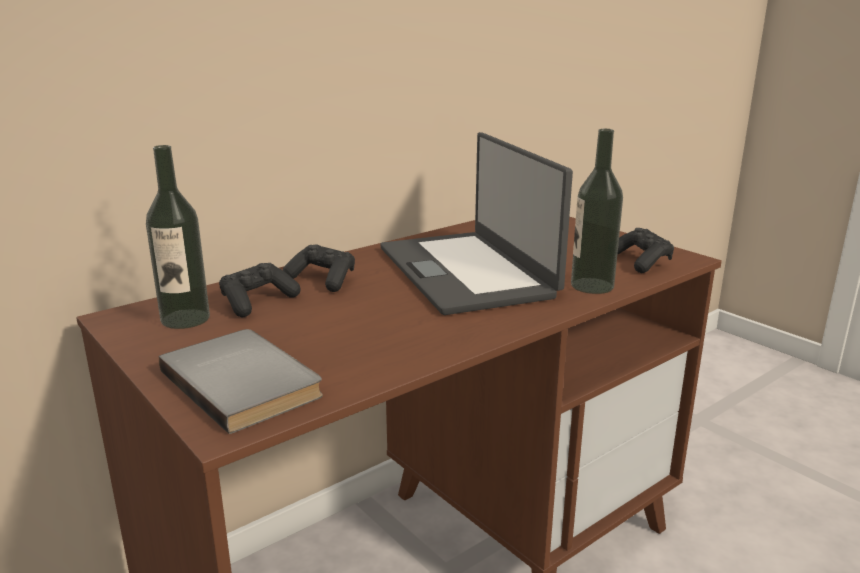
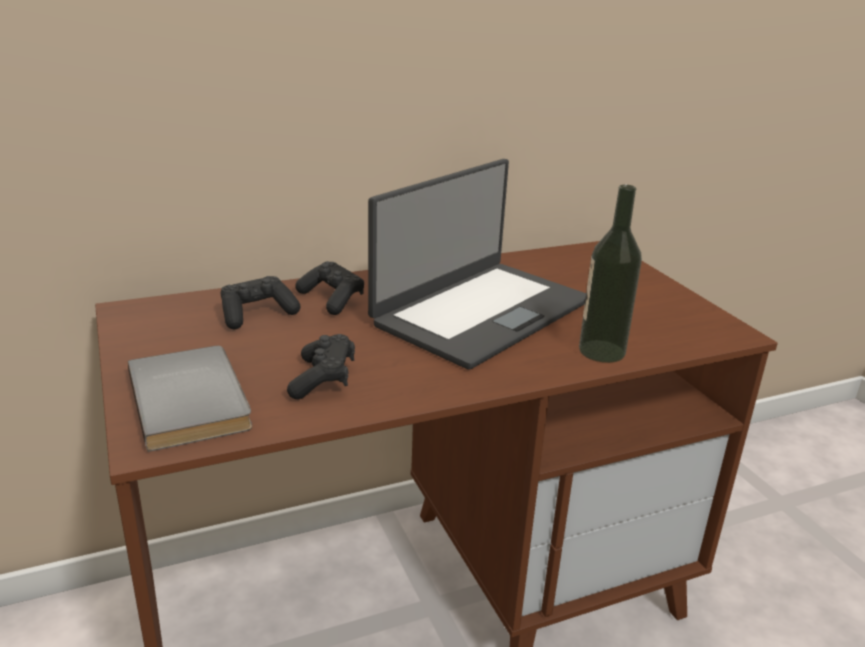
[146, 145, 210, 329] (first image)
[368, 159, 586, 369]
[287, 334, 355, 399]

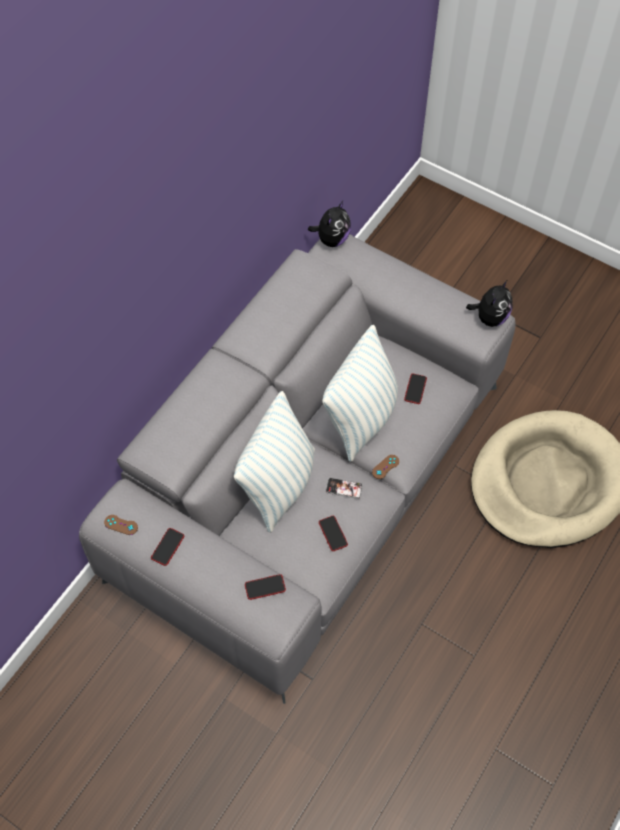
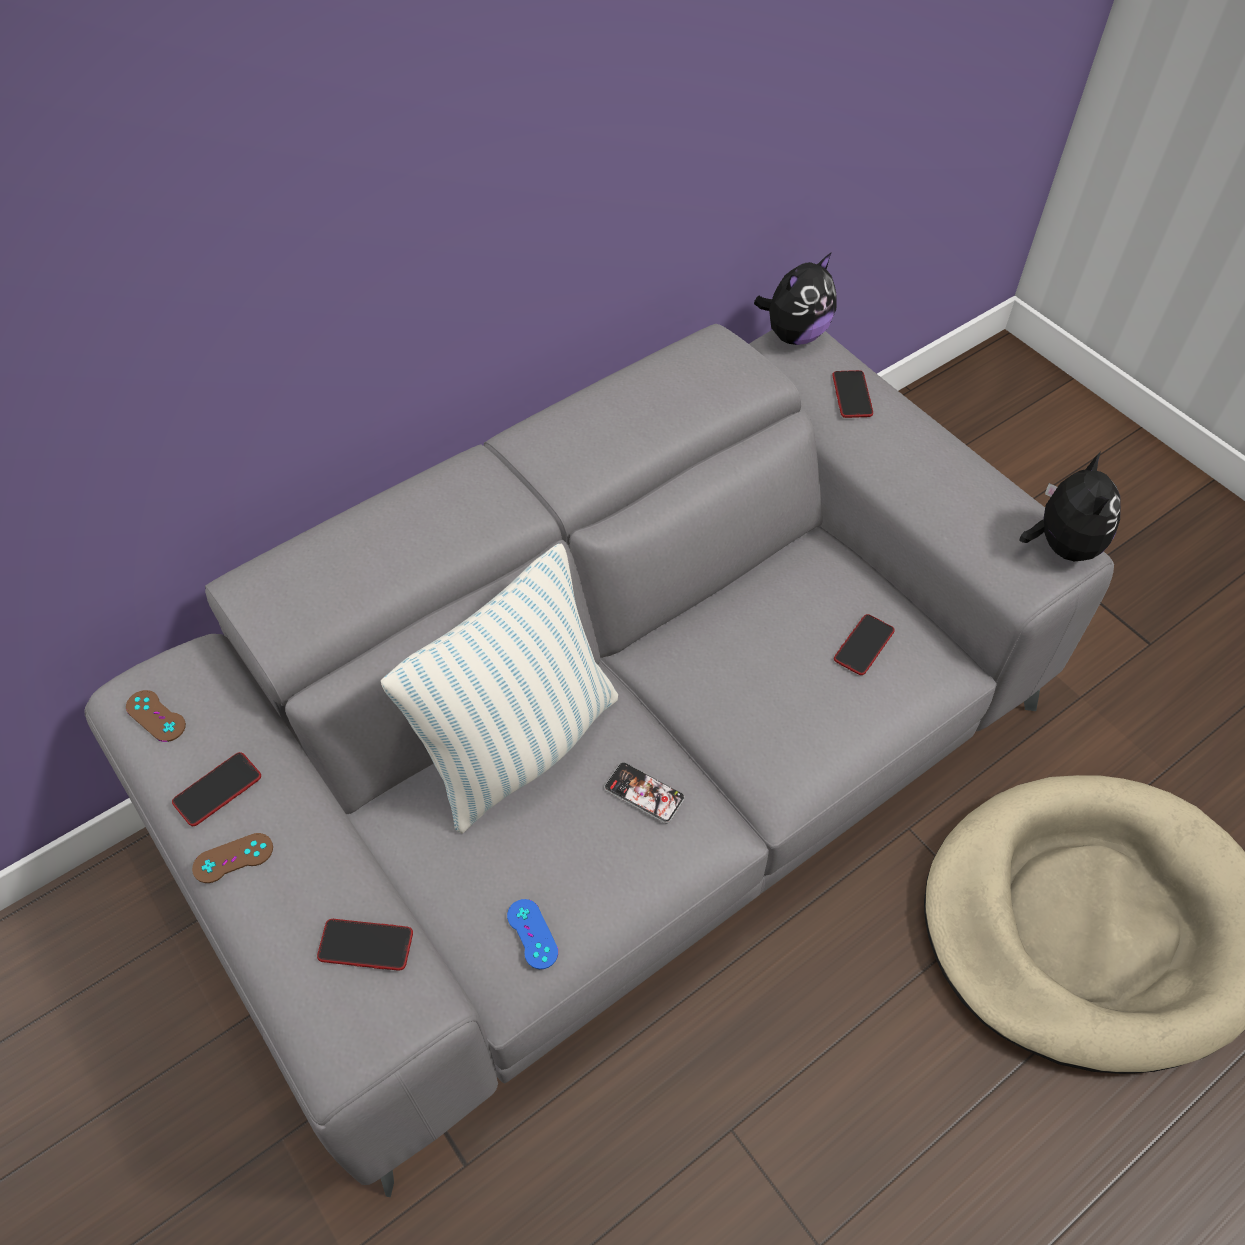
[832, 370, 873, 418]
[322, 325, 398, 462] (first image)
[192, 833, 273, 883]
[1019, 452, 1121, 562]
[507, 899, 558, 969]

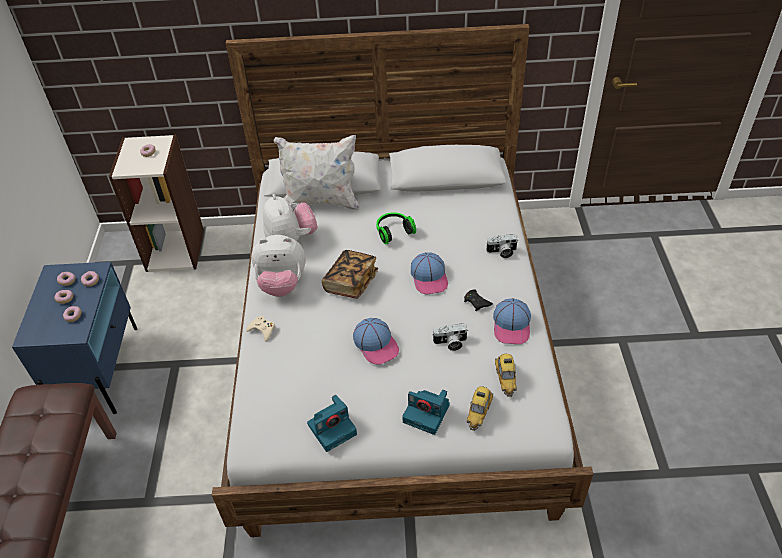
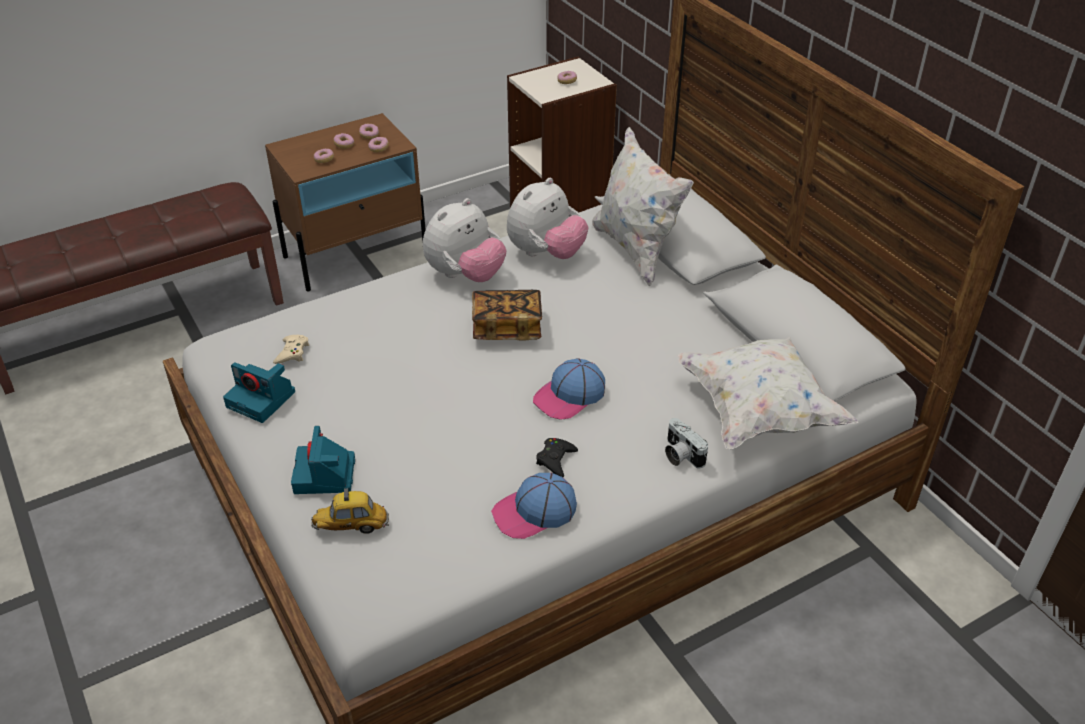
[265, 113, 426, 291]
[273, 335, 309, 364]
[423, 198, 506, 282]
[353, 318, 399, 364] (first image)
[376, 212, 416, 245] (first image)
[432, 323, 467, 351] (first image)
[495, 354, 517, 397] (first image)
[678, 337, 858, 449]

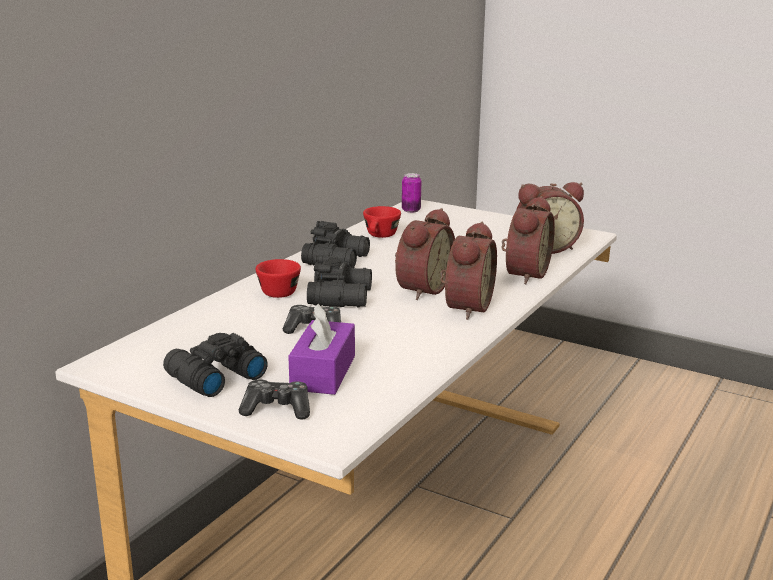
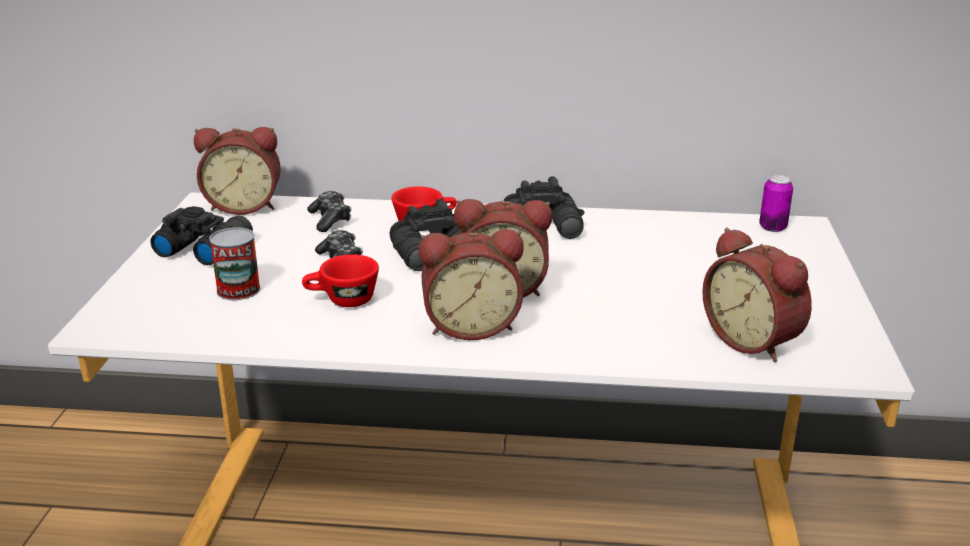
[307, 191, 351, 232]
[209, 227, 260, 300]
[302, 254, 379, 307]
[194, 127, 281, 215]

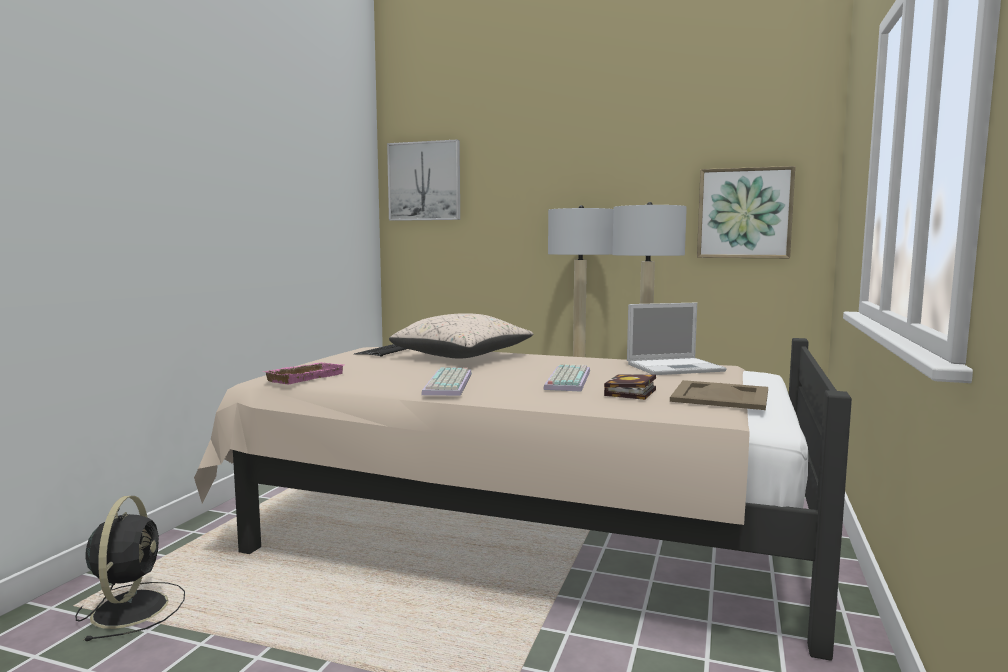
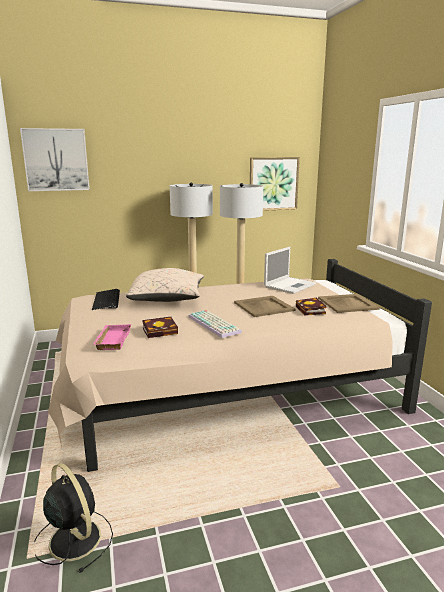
[234, 296, 295, 317]
[142, 317, 178, 338]

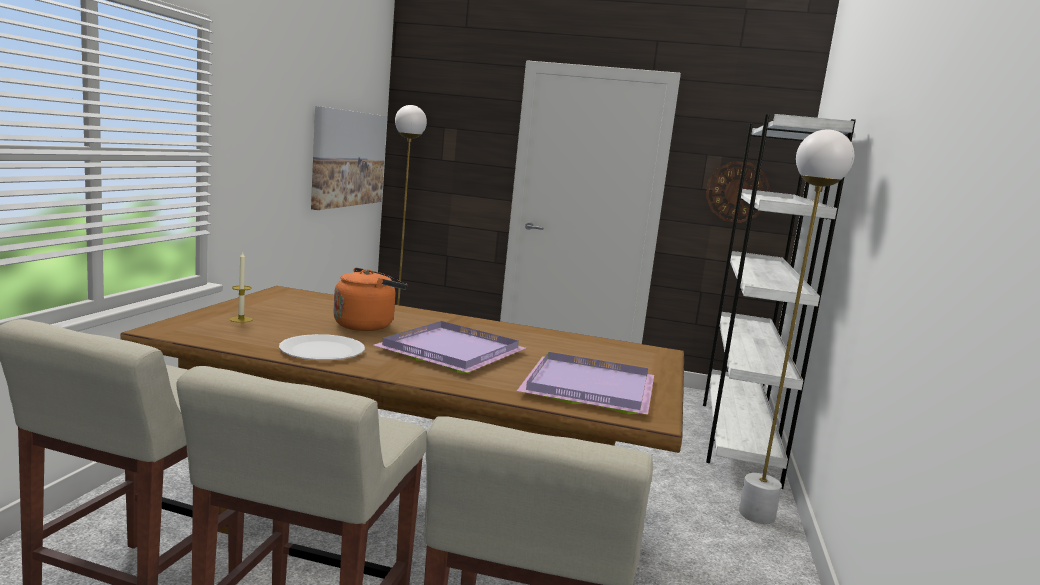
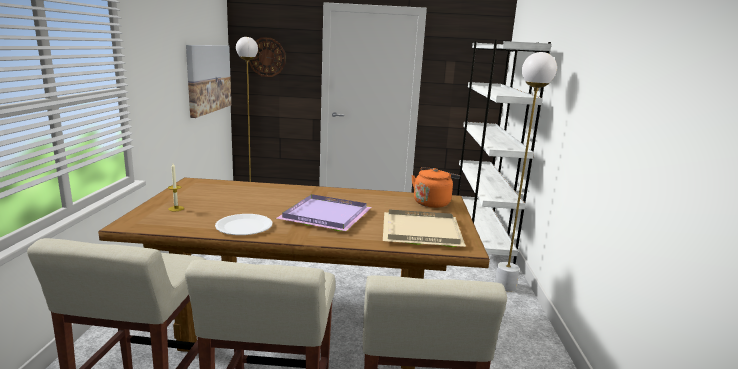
[411, 167, 460, 208]
[383, 209, 466, 247]
[249, 37, 286, 77]

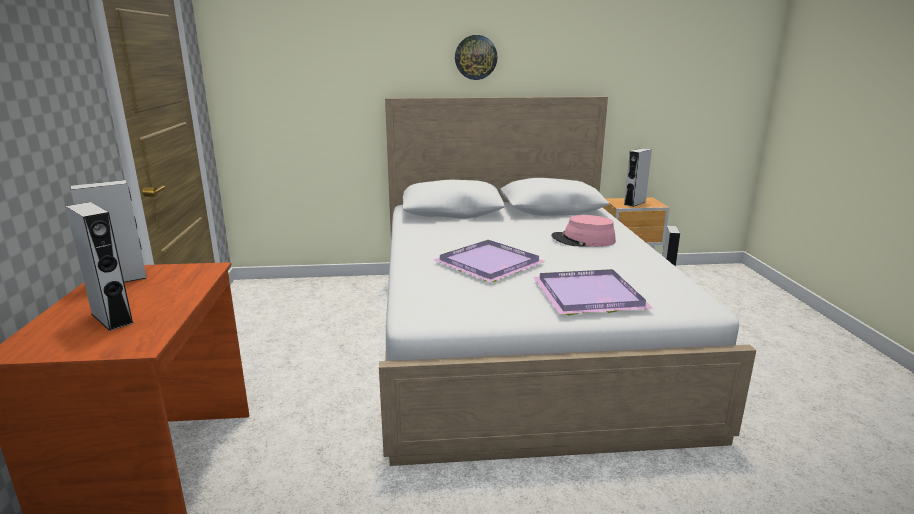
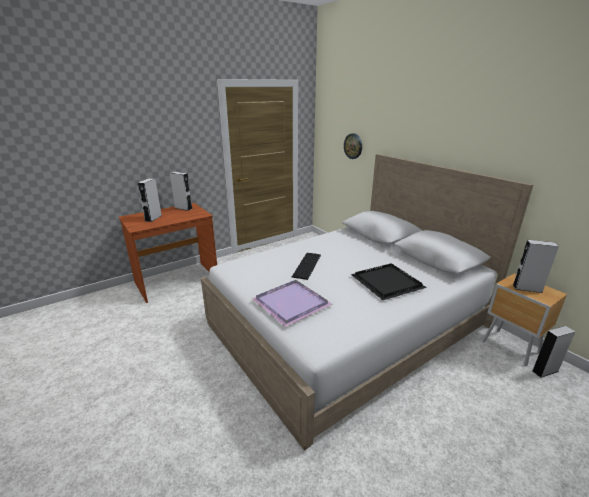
[292, 253, 321, 280]
[344, 133, 362, 159]
[351, 263, 427, 300]

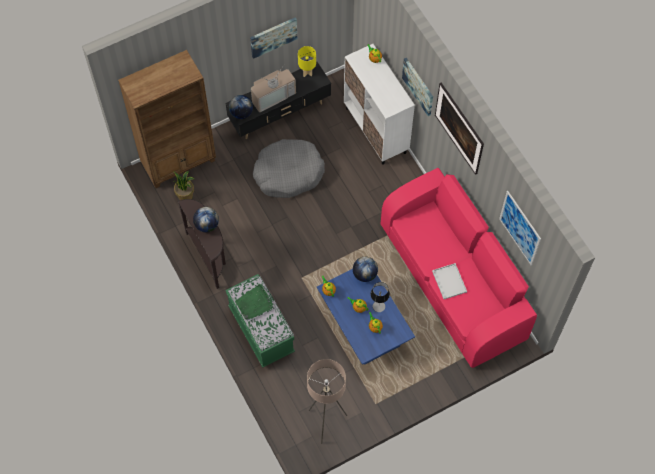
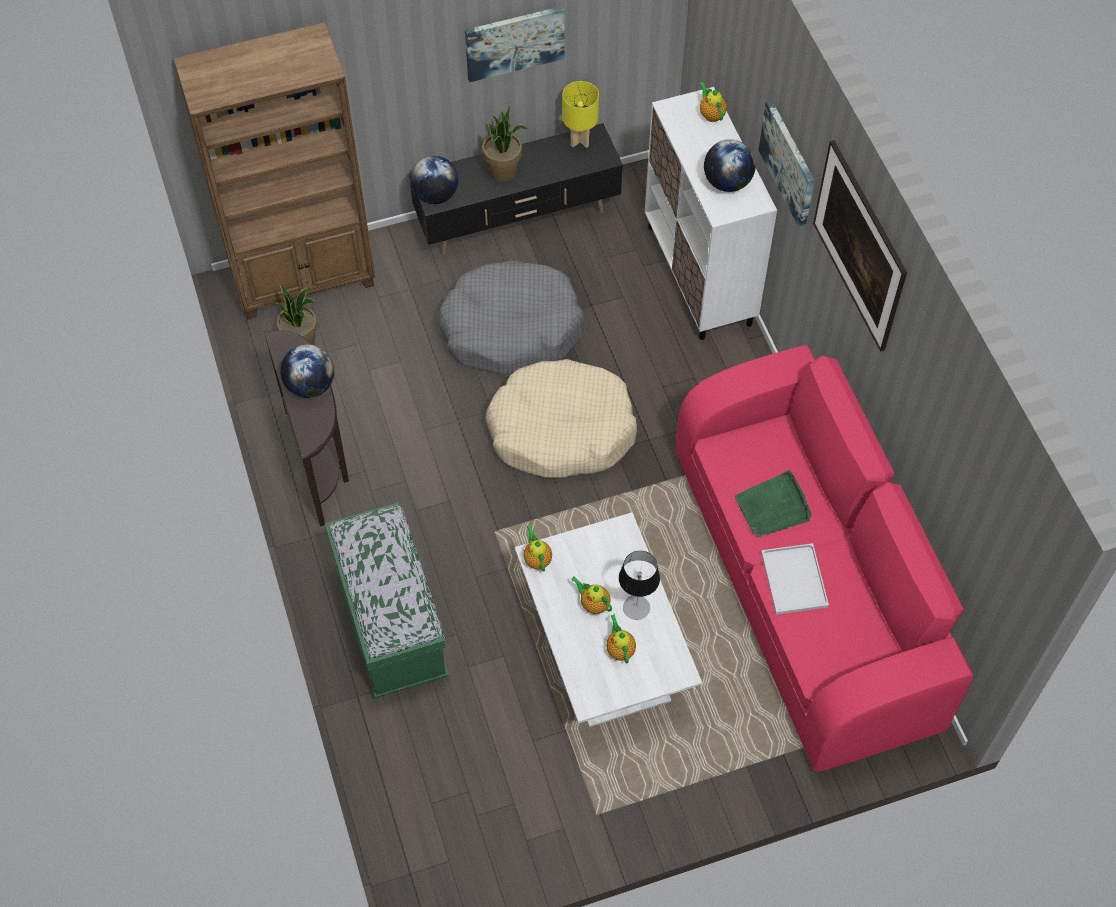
[735, 470, 812, 536]
[482, 105, 528, 182]
[307, 359, 347, 444] (first image)
[515, 512, 702, 727]
[704, 139, 756, 192]
[499, 191, 541, 266] (first image)
[486, 359, 637, 478]

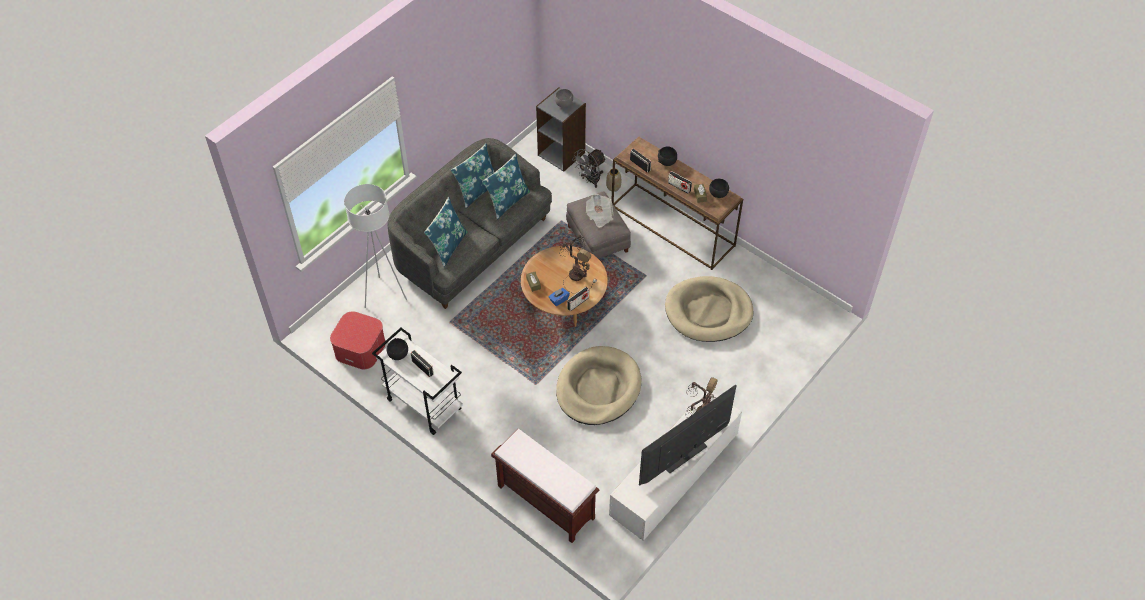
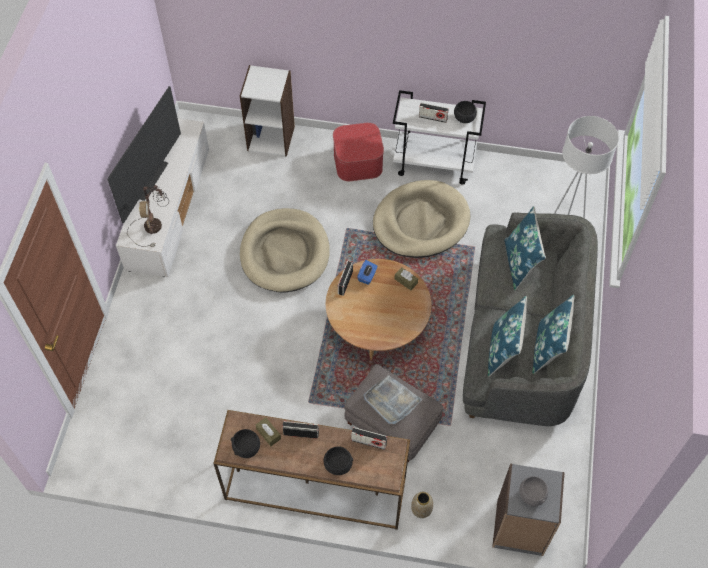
[333, 123, 384, 181]
[240, 65, 295, 157]
[559, 235, 597, 293] (first image)
[572, 149, 606, 188] (first image)
[364, 375, 423, 424]
[373, 180, 470, 258]

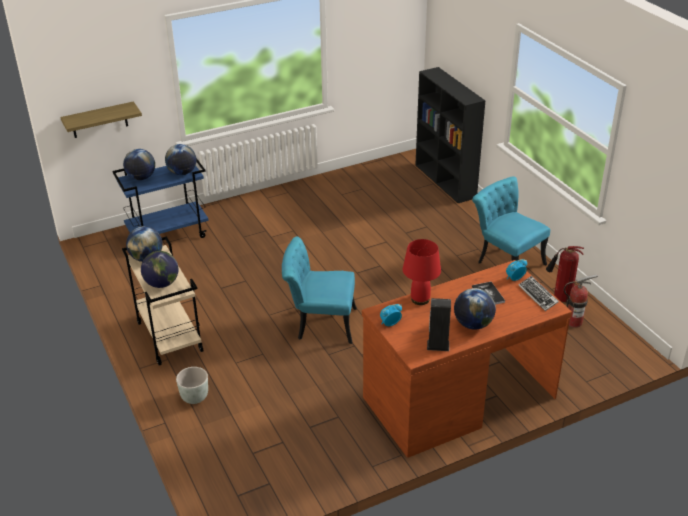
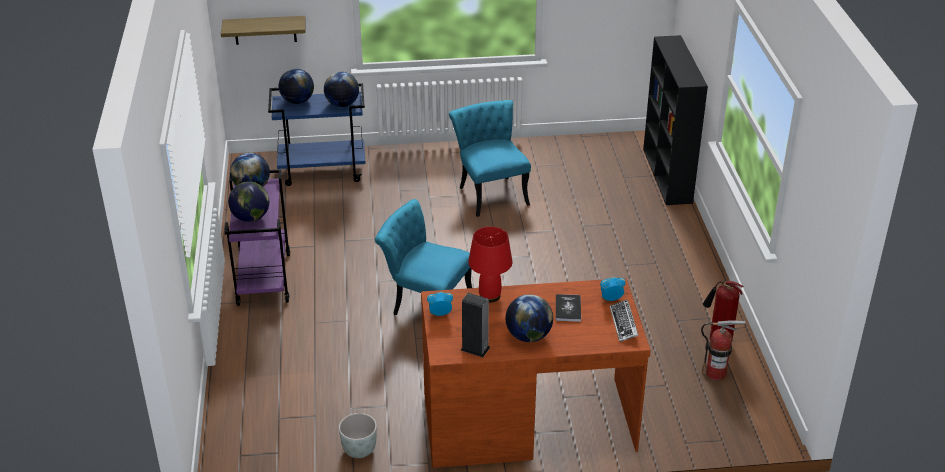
[224, 169, 290, 306]
[339, 413, 377, 458]
[449, 100, 531, 217]

